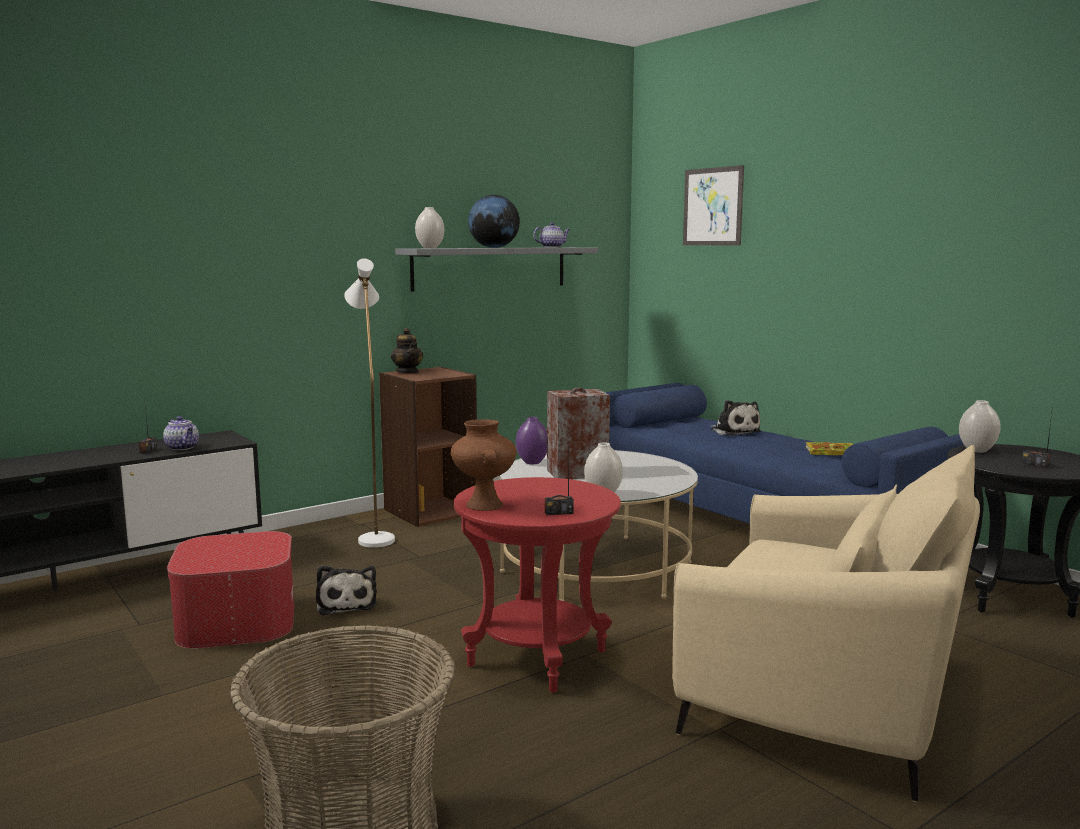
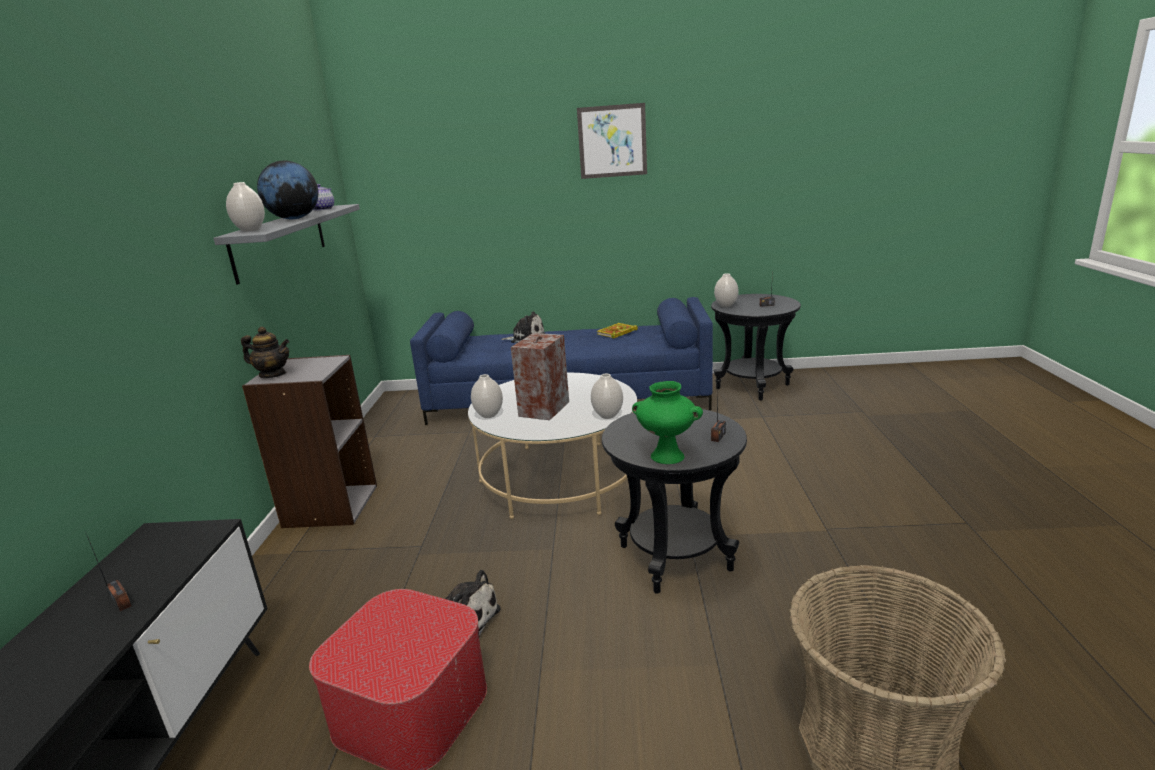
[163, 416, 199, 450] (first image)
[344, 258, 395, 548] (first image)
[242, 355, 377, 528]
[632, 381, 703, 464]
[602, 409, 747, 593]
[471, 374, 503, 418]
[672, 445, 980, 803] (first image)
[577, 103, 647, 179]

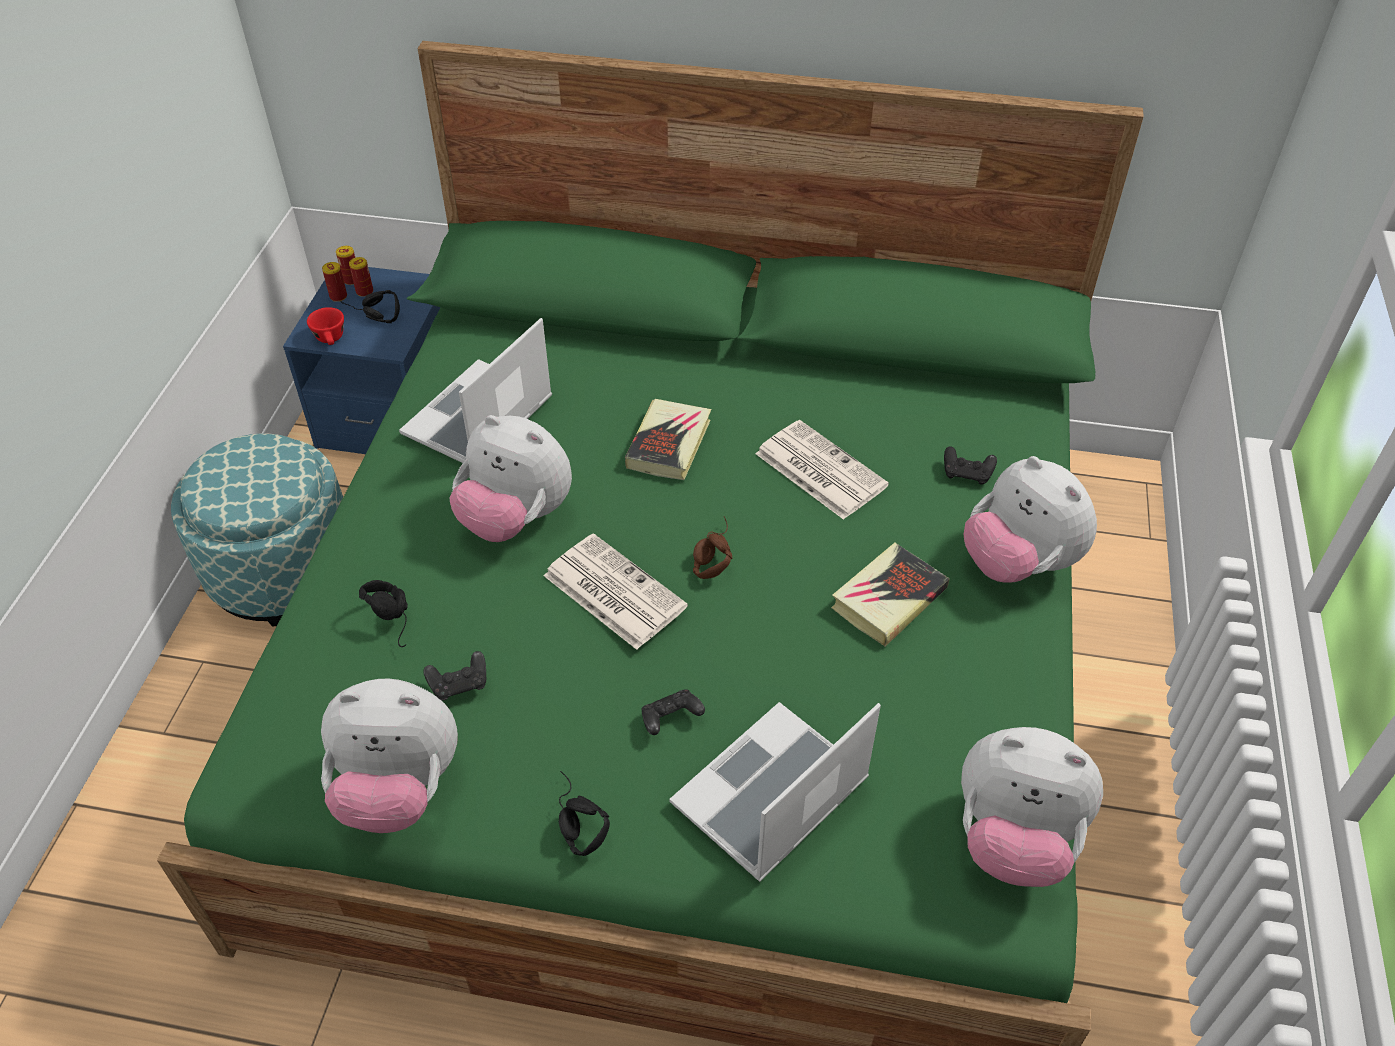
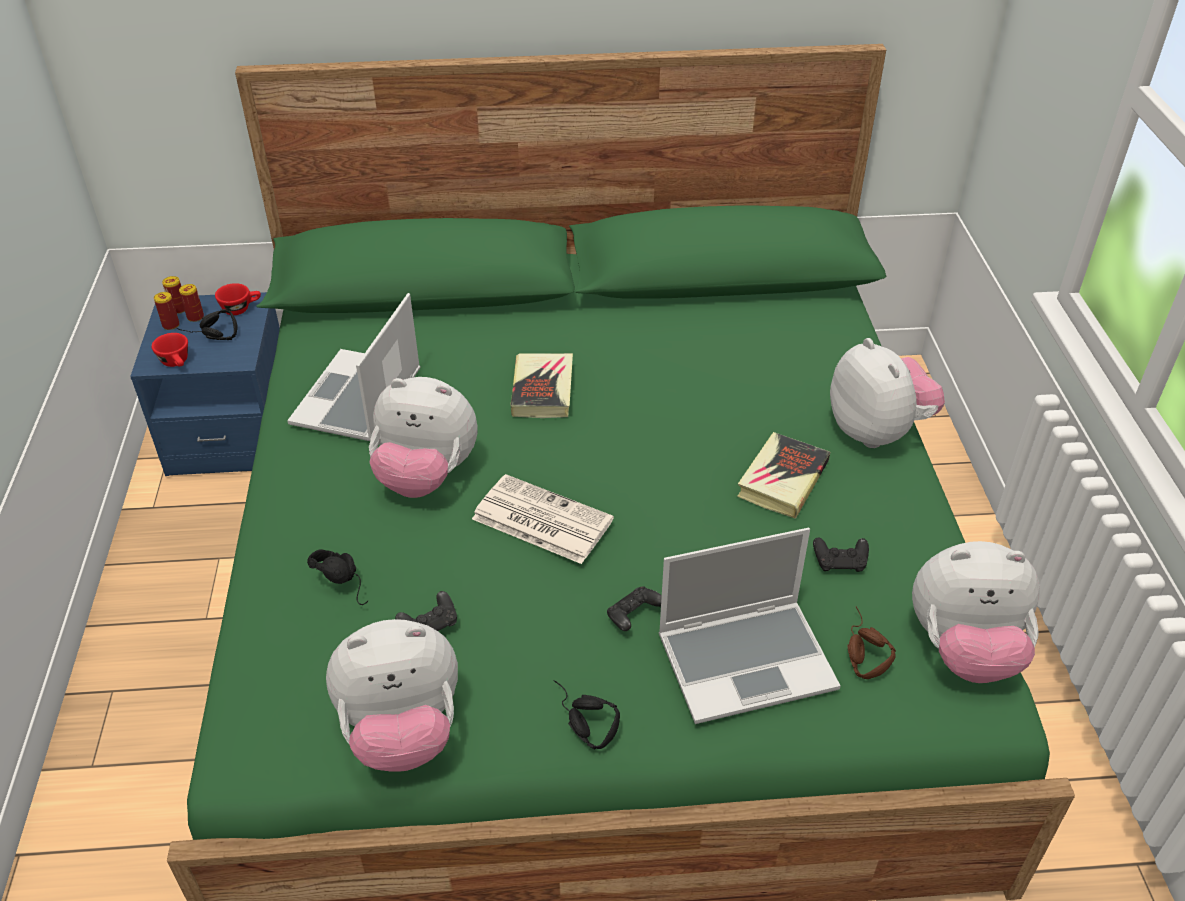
[171, 433, 343, 627] (first image)
[659, 528, 841, 724]
[847, 607, 896, 679]
[755, 420, 889, 520] (first image)
[813, 538, 869, 572]
[830, 338, 945, 448]
[215, 283, 261, 315]

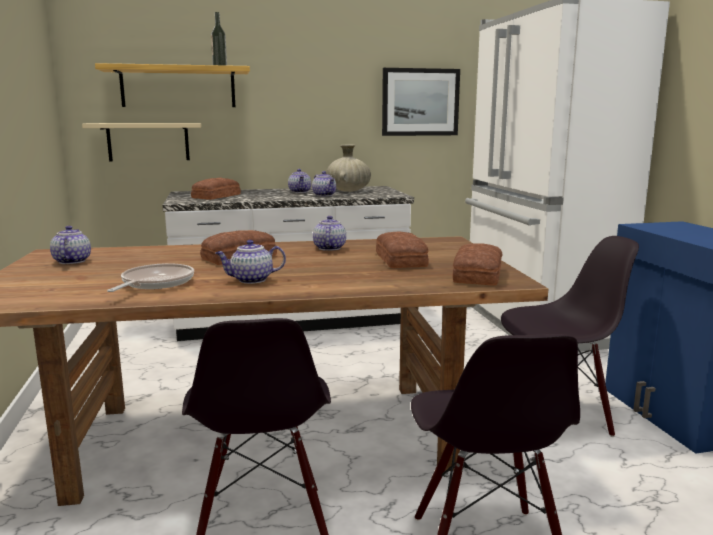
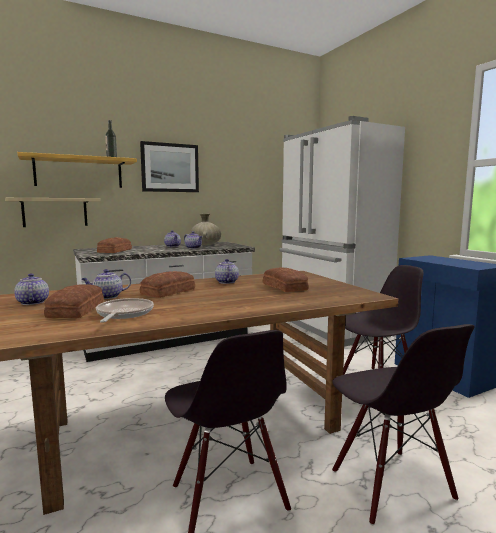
[82, 269, 131, 299]
[140, 141, 199, 192]
[44, 284, 104, 318]

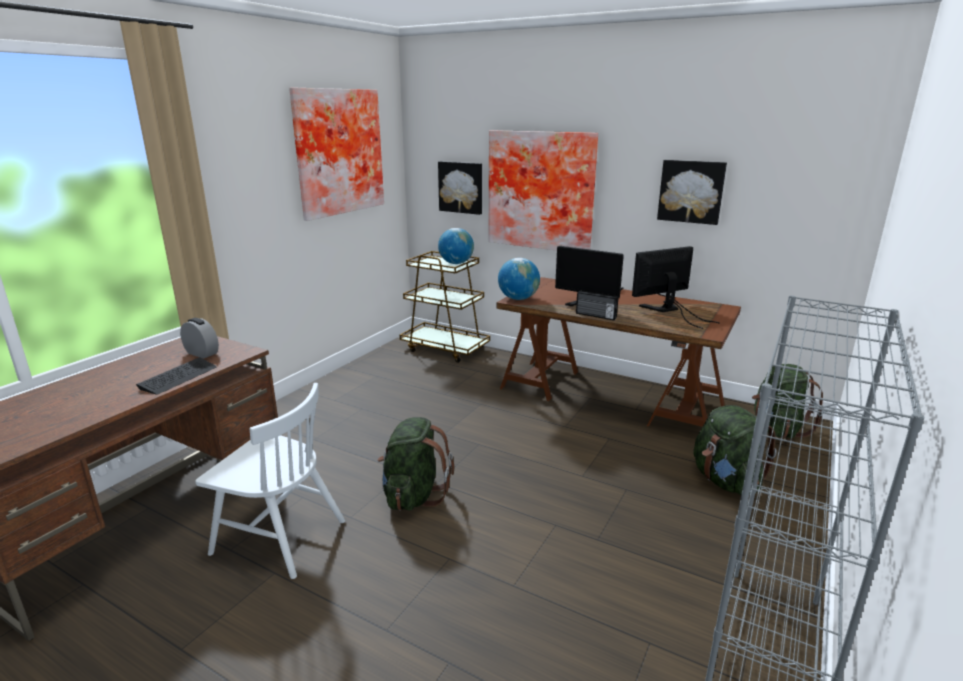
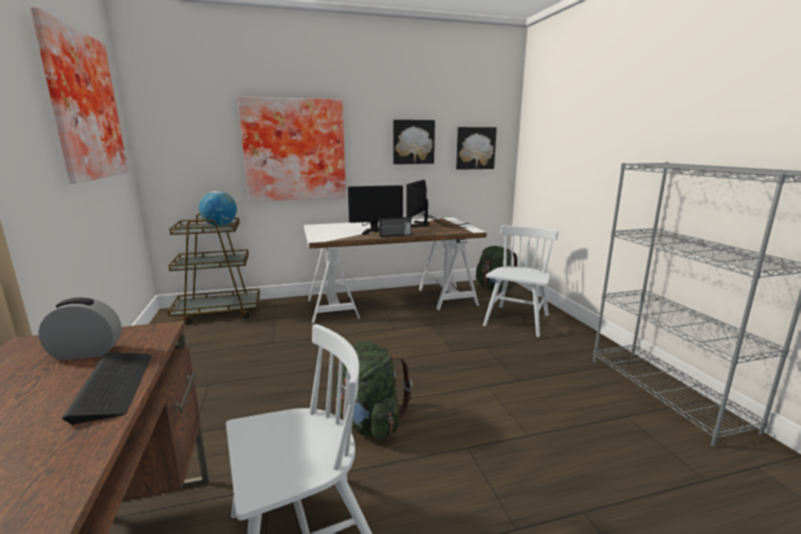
[456, 127, 497, 170]
[304, 217, 487, 324]
[498, 258, 540, 300] (first image)
[483, 226, 559, 337]

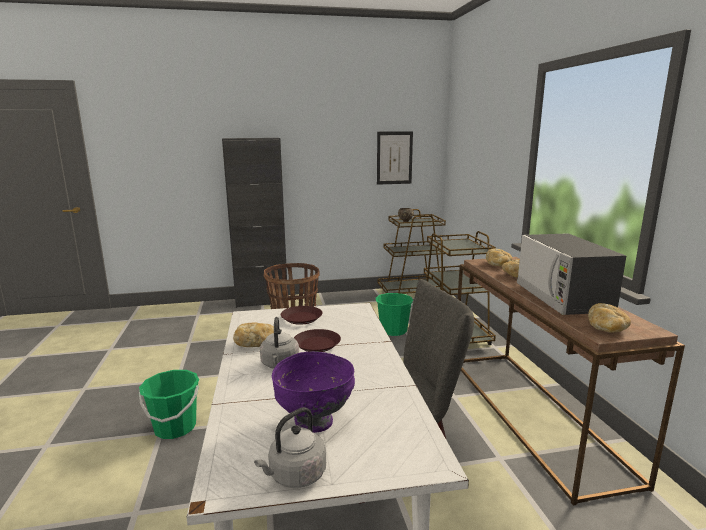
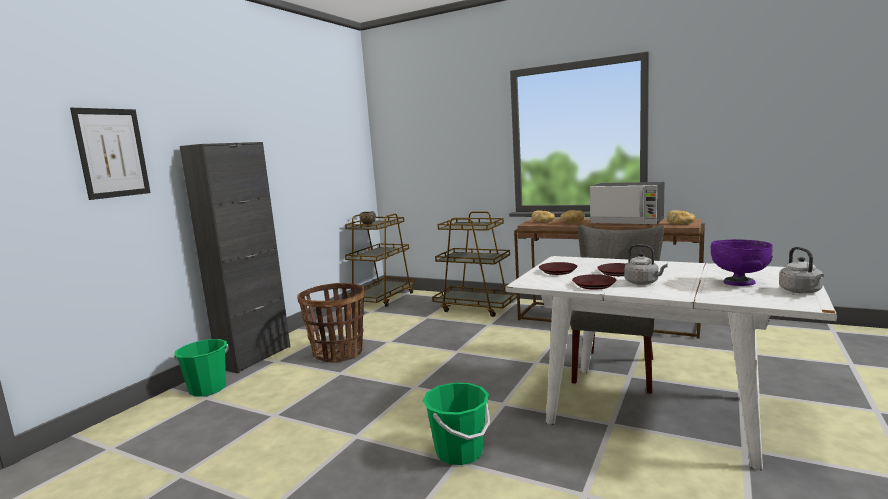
[572, 274, 617, 290]
[174, 339, 229, 397]
[70, 108, 151, 200]

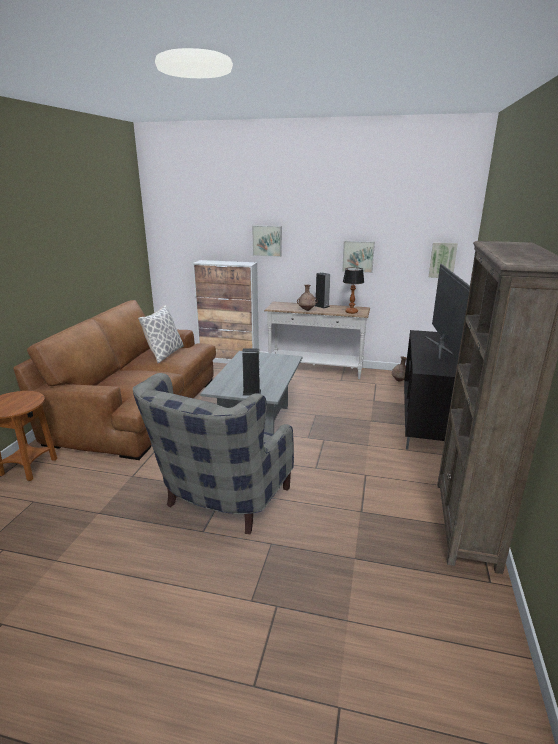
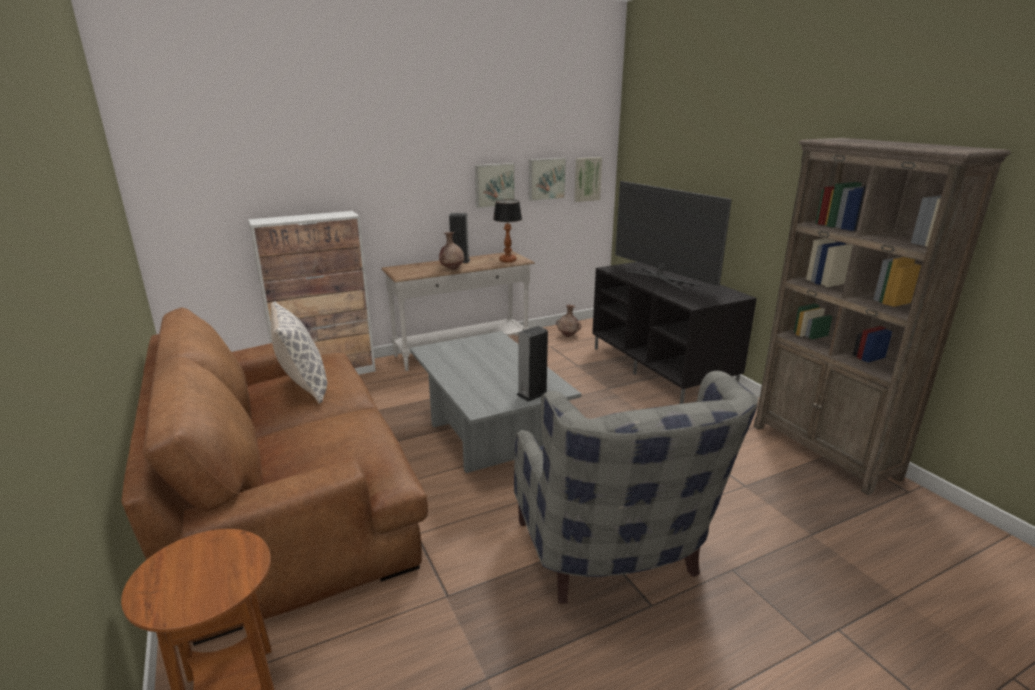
[529, 158, 566, 201]

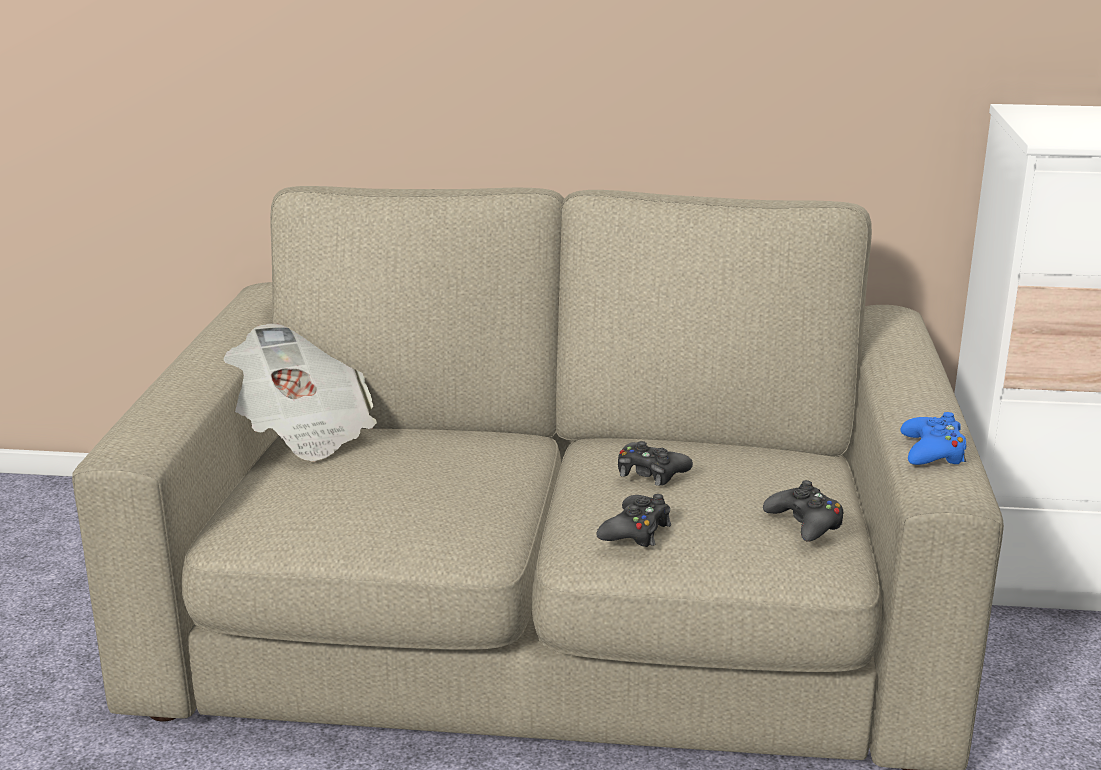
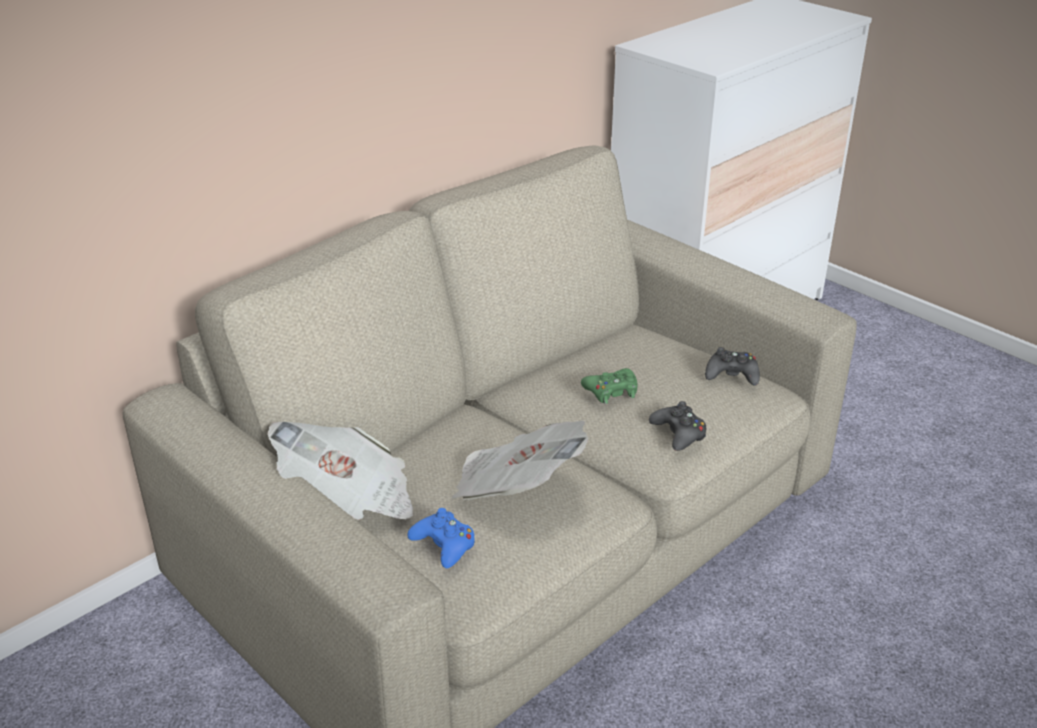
[581, 368, 637, 404]
[407, 508, 475, 568]
[452, 421, 588, 500]

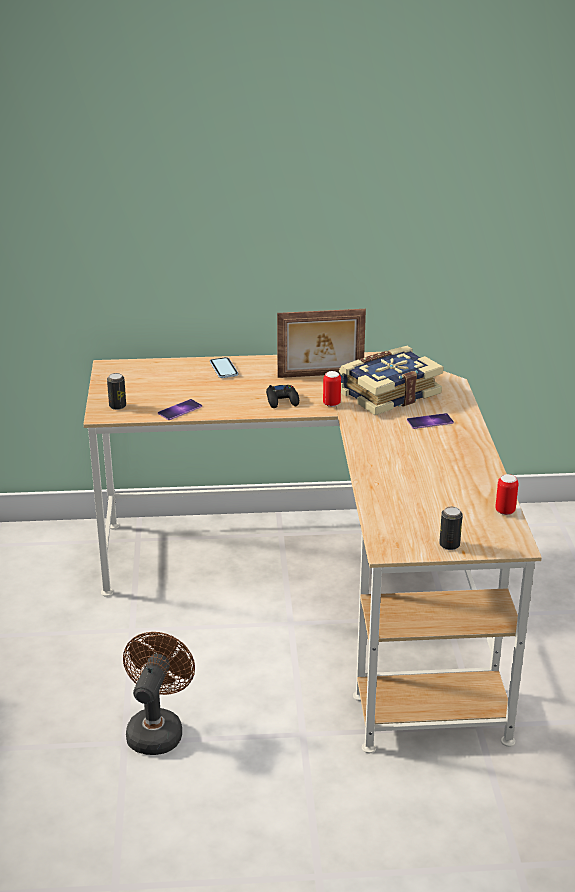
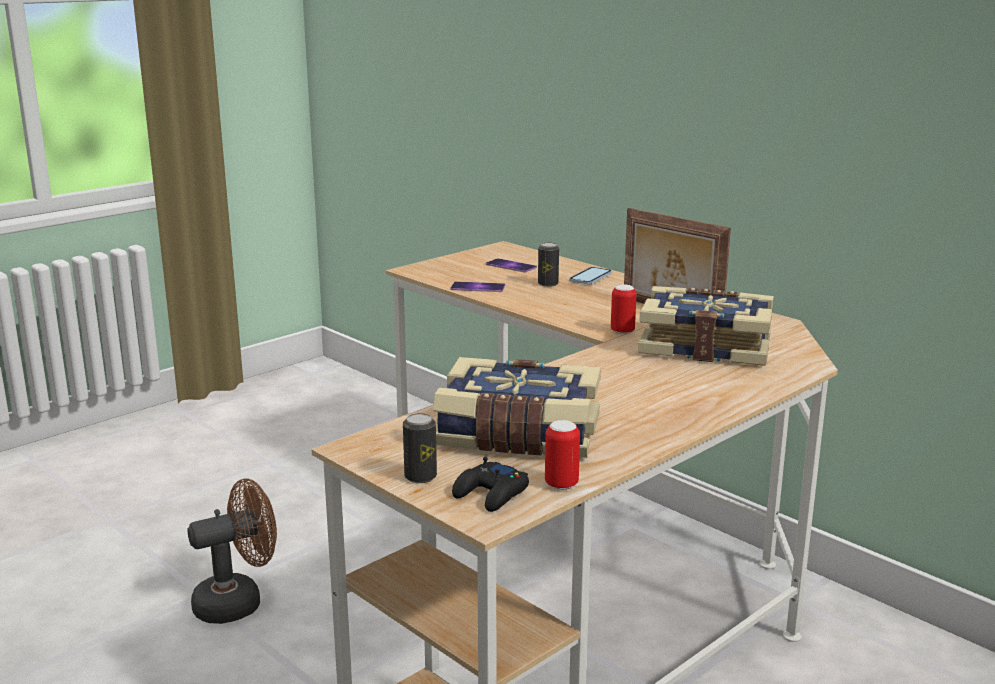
[538, 242, 559, 287]
[452, 457, 529, 512]
[486, 258, 537, 272]
[433, 357, 601, 458]

